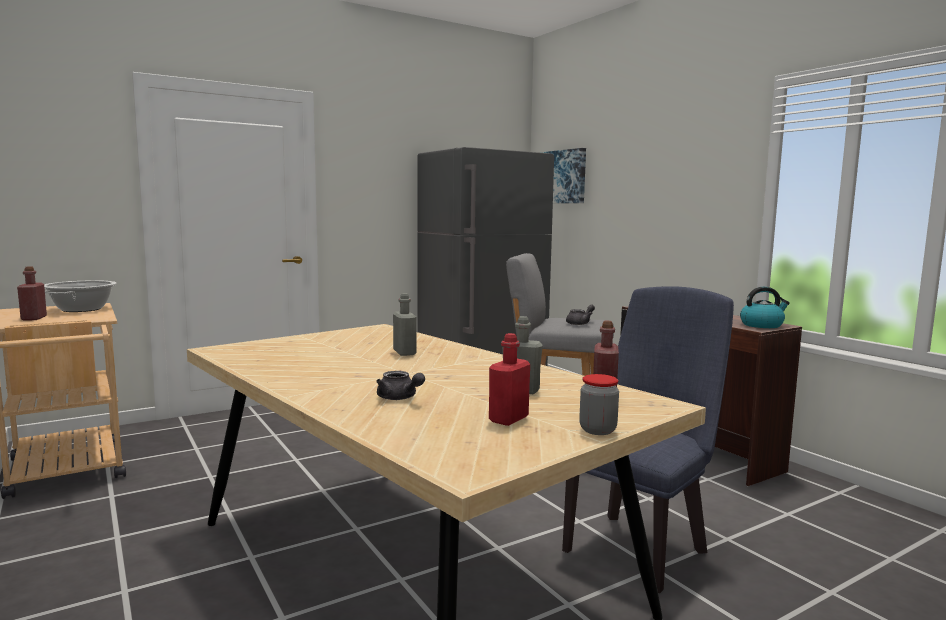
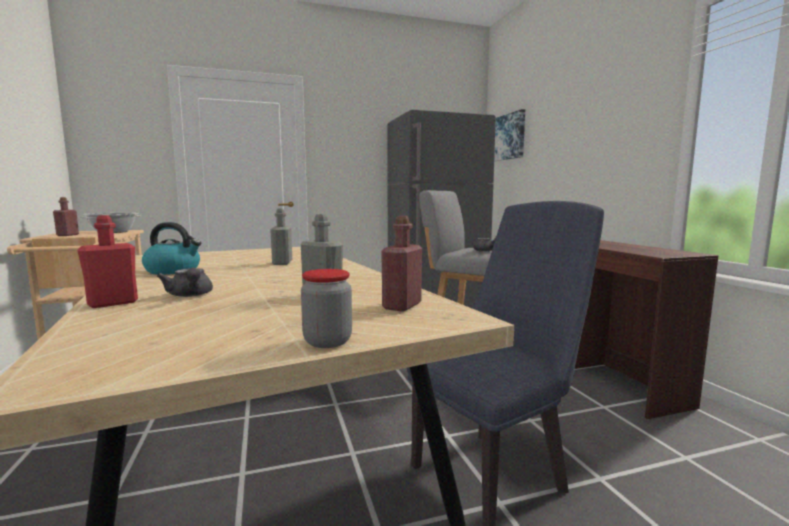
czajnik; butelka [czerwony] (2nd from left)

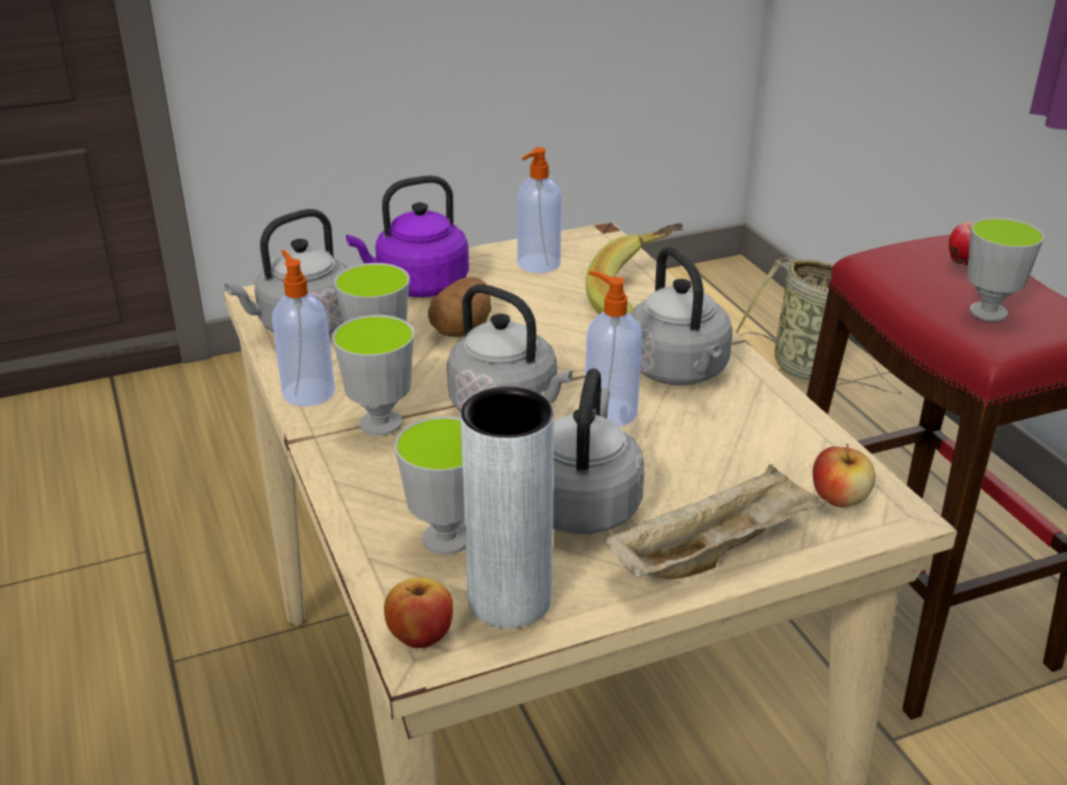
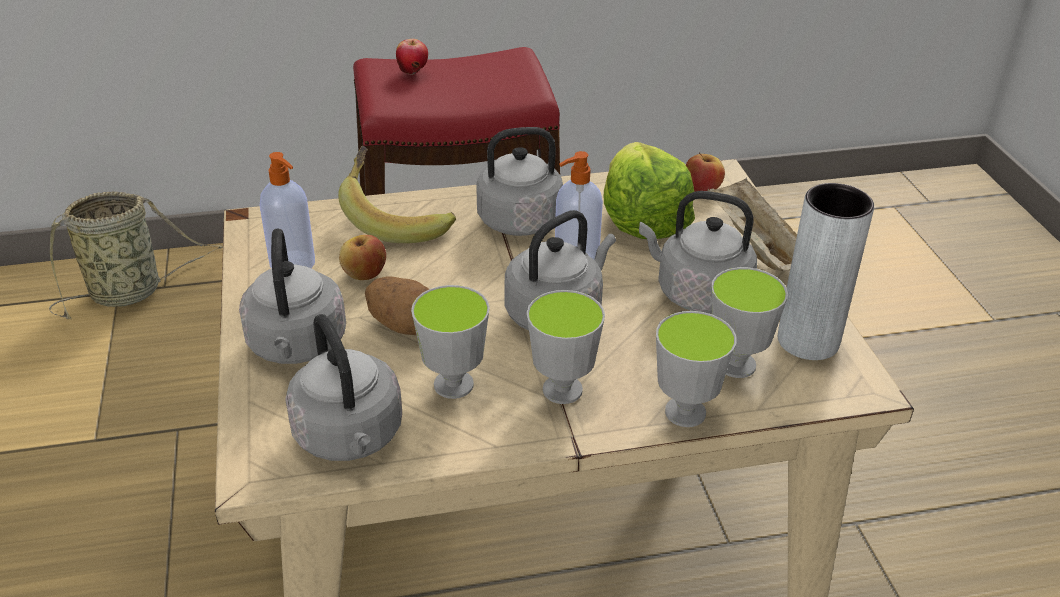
czajnik [szary] (1st from left); filiżanka (3rd from left); dozownik mydła (1st from left in the first image); jabłko (1st from left); sałata

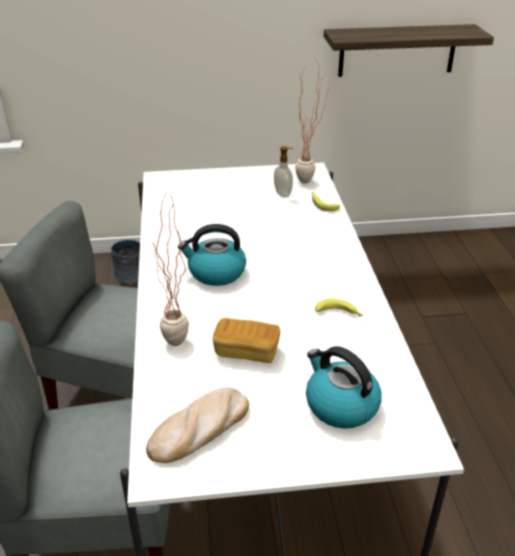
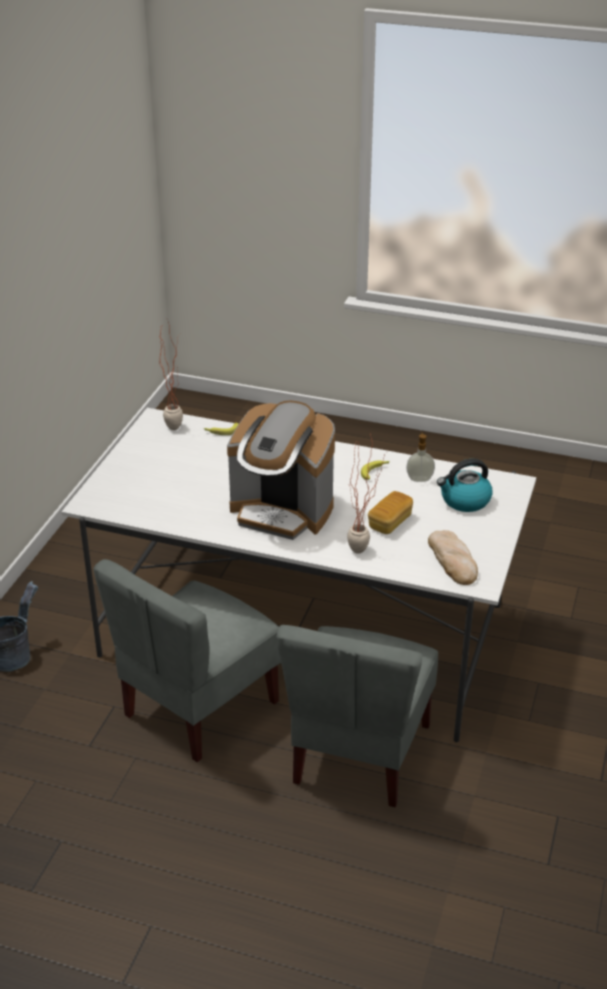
półka; dozownik mydła; ekspres do kawy

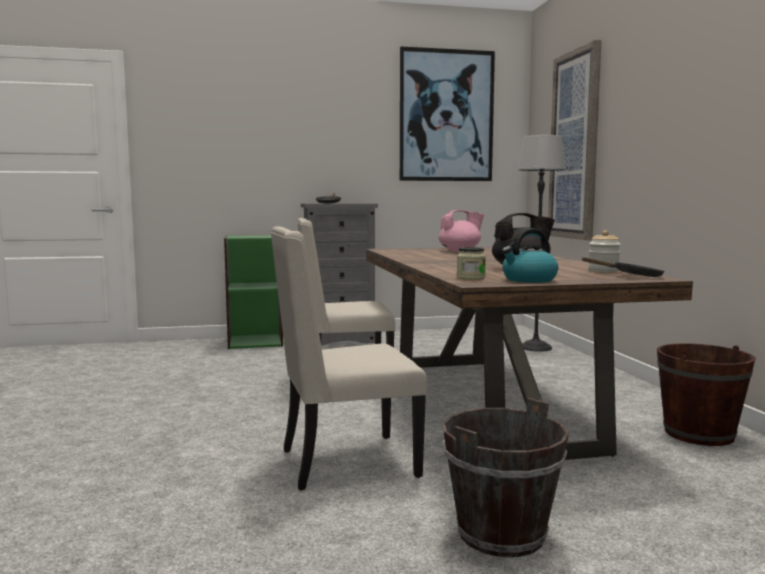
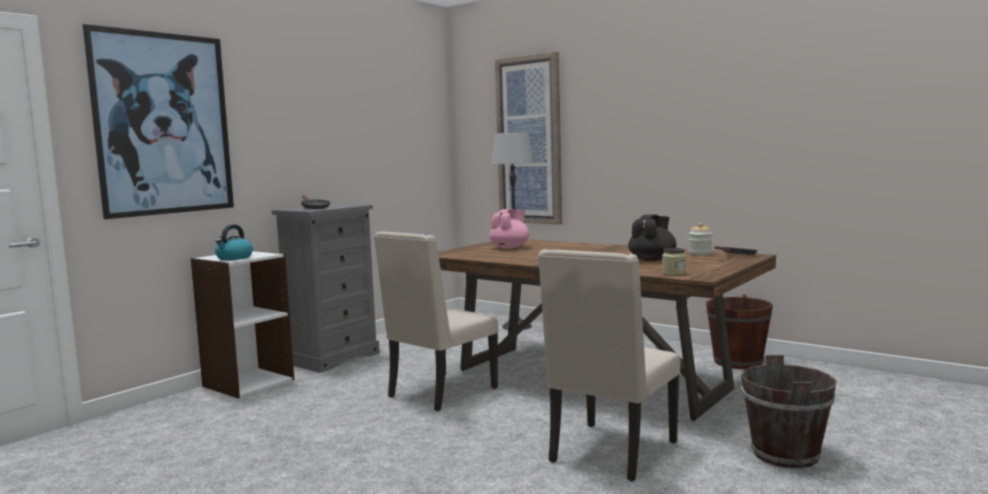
obraz (1st from left); czajnik; regał [biały]

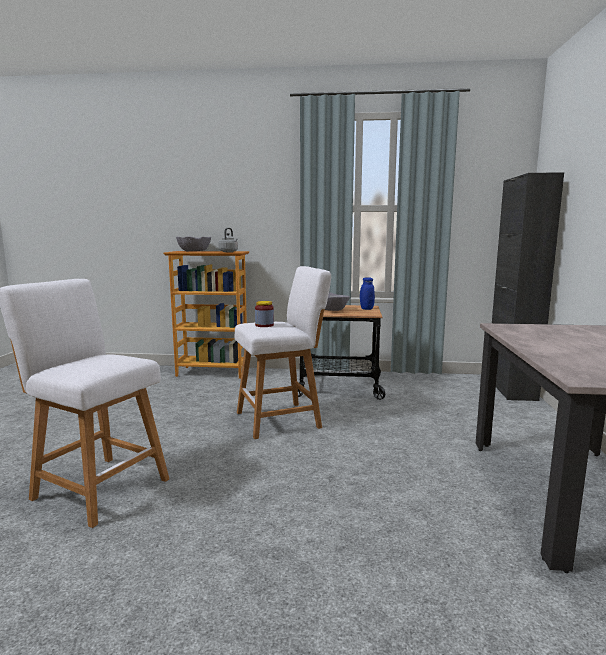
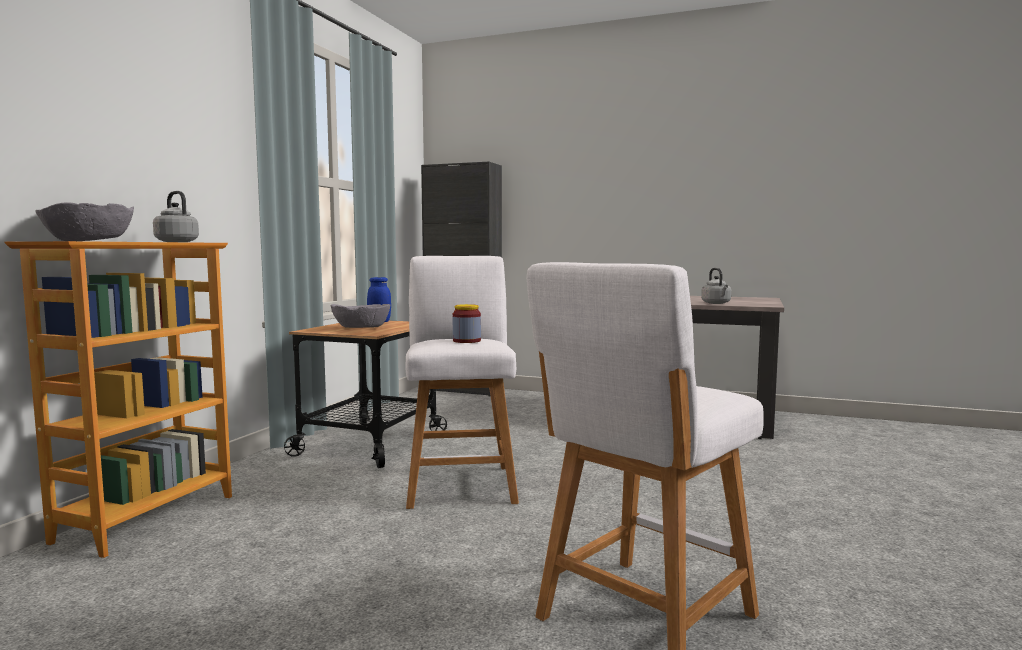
czajnik [szary] (2nd from left)

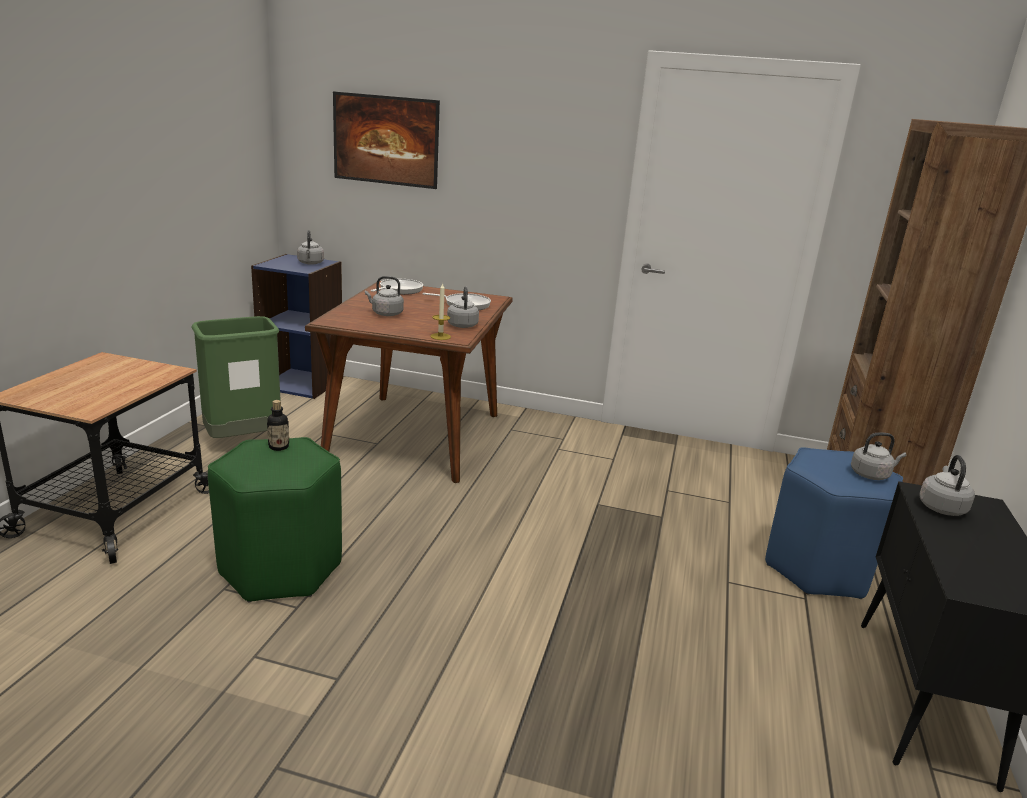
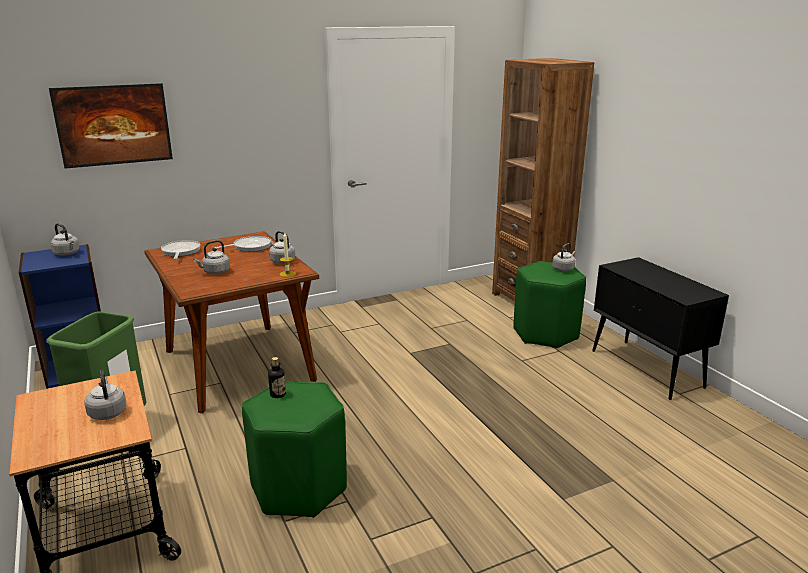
stołek [zielony] (2nd from left); czajnik [szary] (2nd from left)

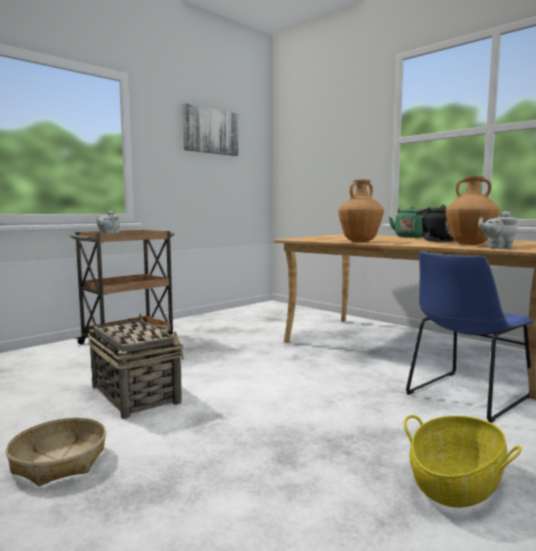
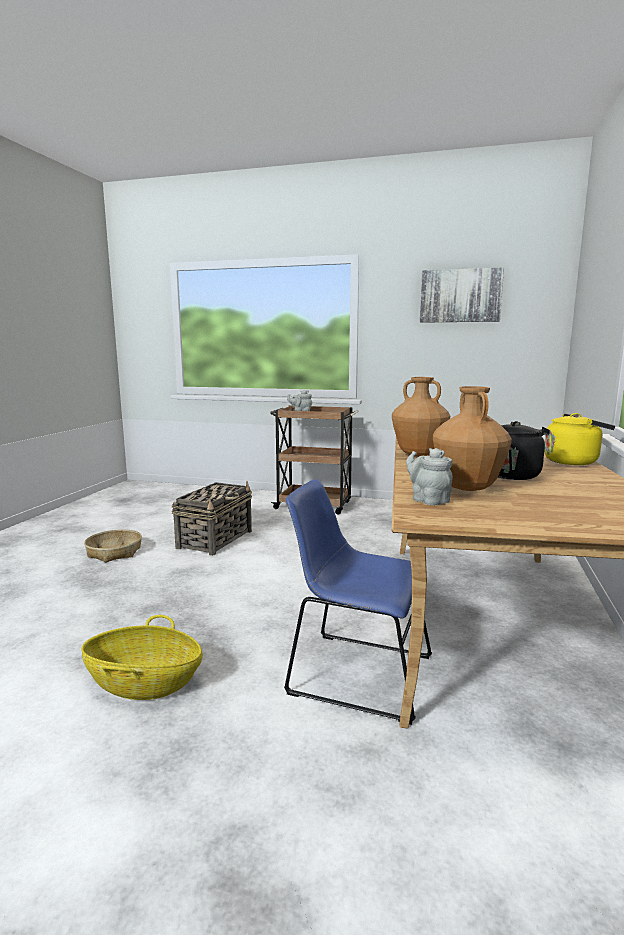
czajnik [żółty]

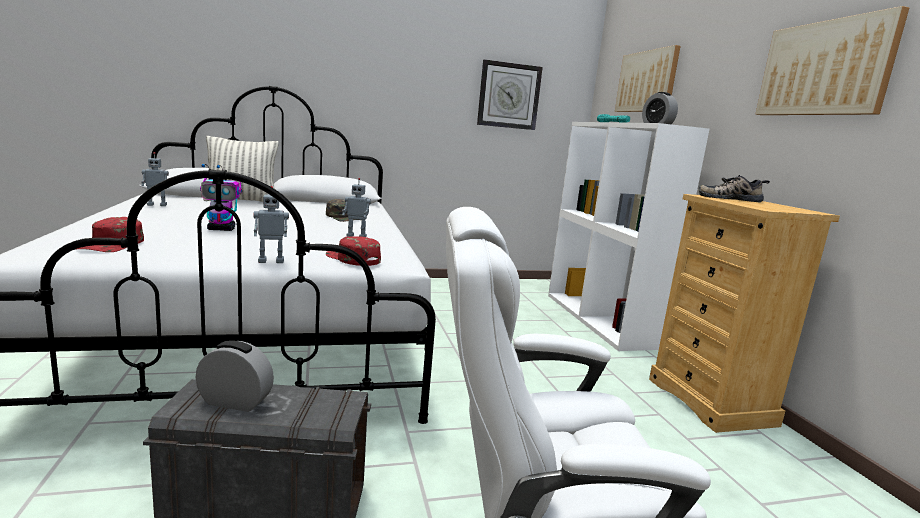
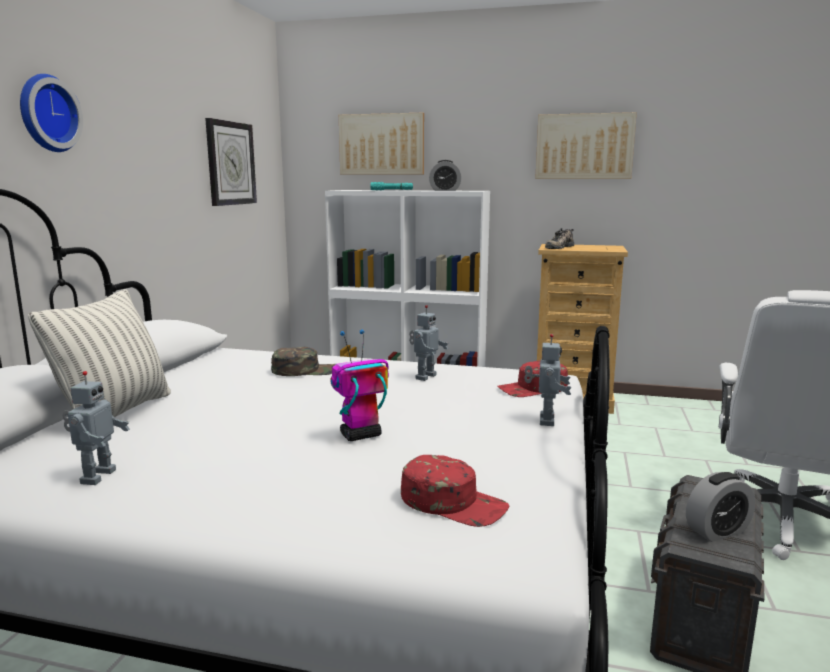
robot zabawkowy (2nd from left); budzik (2nd from left); zegar ścienny (1st from left)

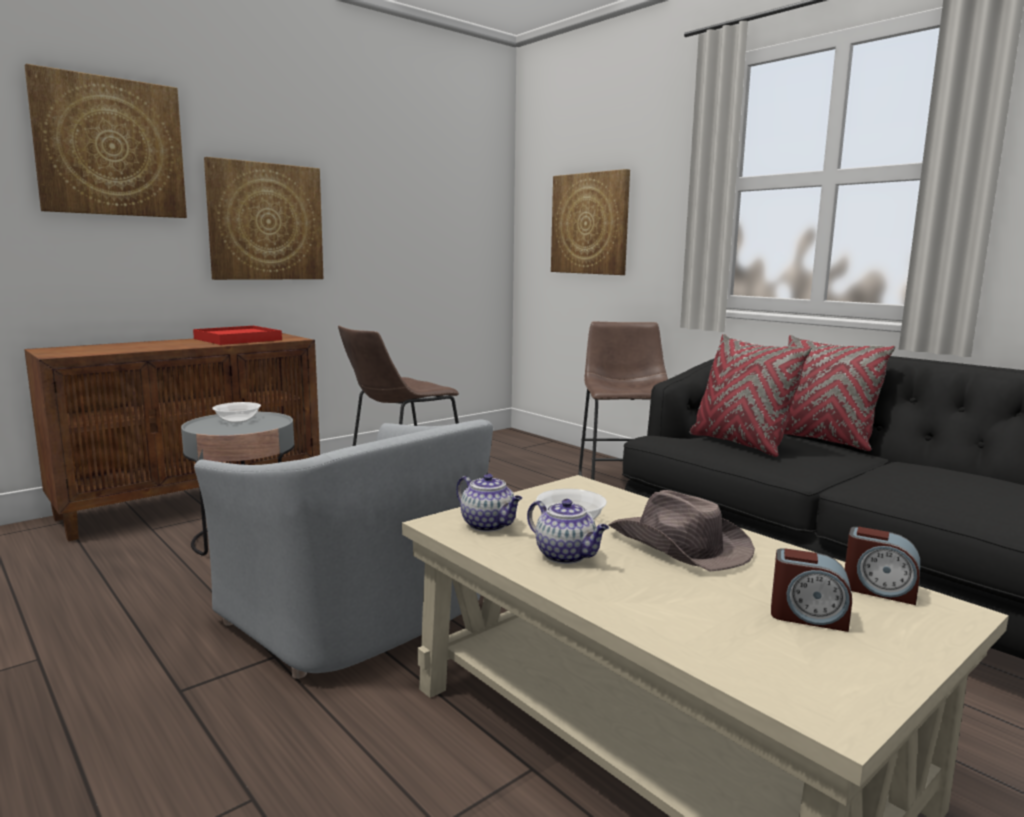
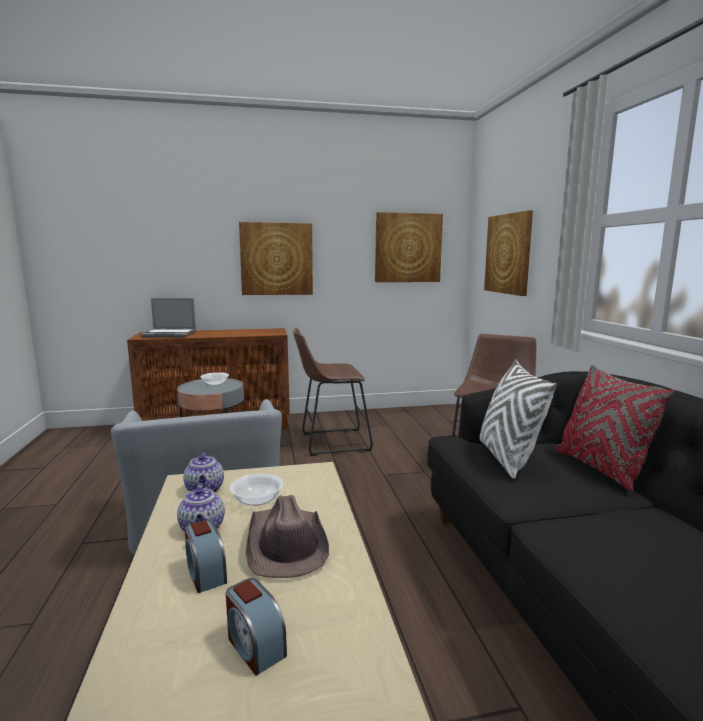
obraz (2nd from left); taca [czerwony]; poduszka [biały]; budzik (1st from left); laptop

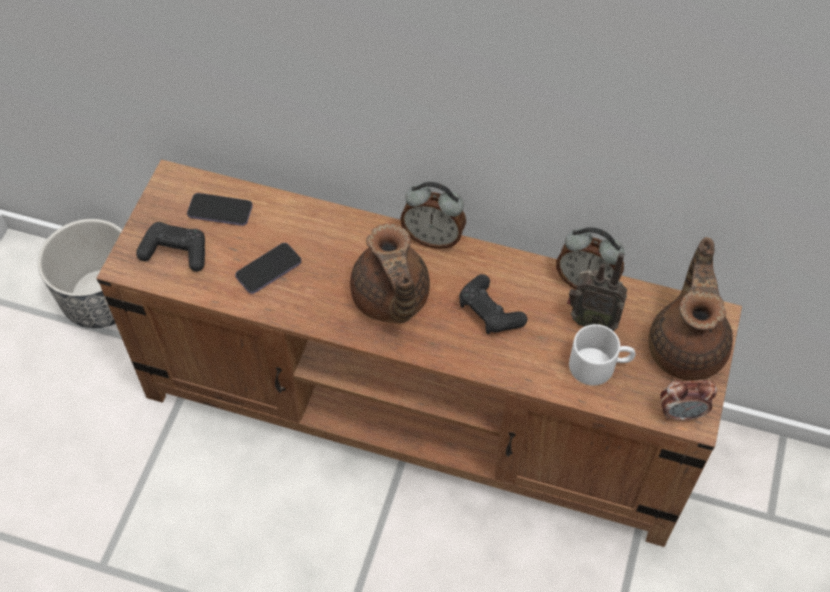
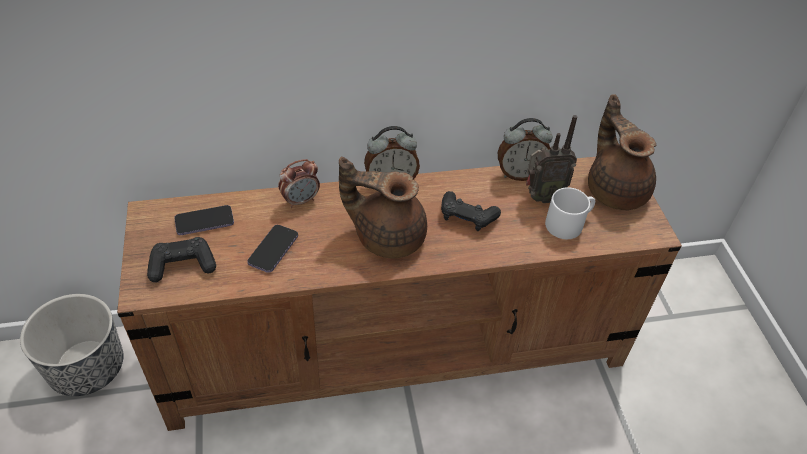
imbryk [brązowy] (1st from left); budzik (1st from left)

